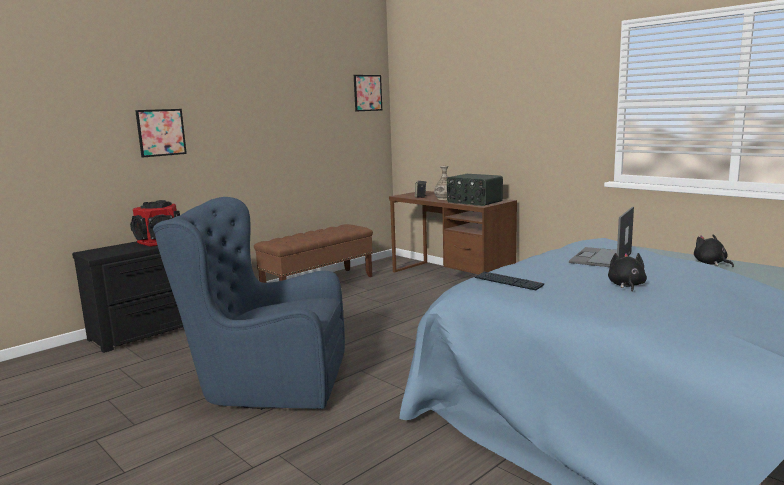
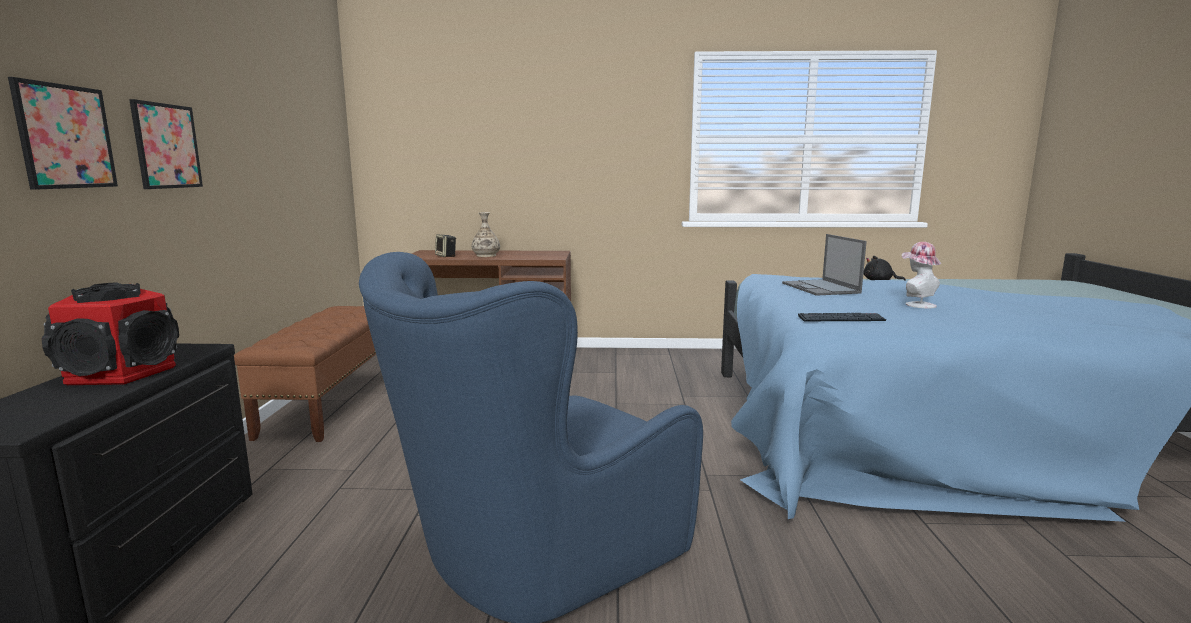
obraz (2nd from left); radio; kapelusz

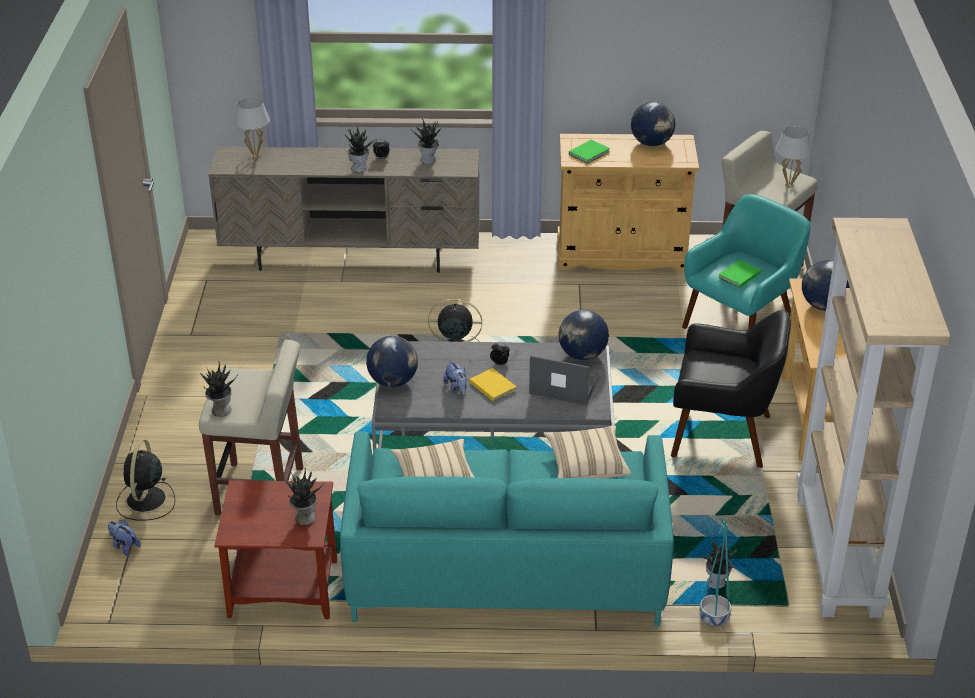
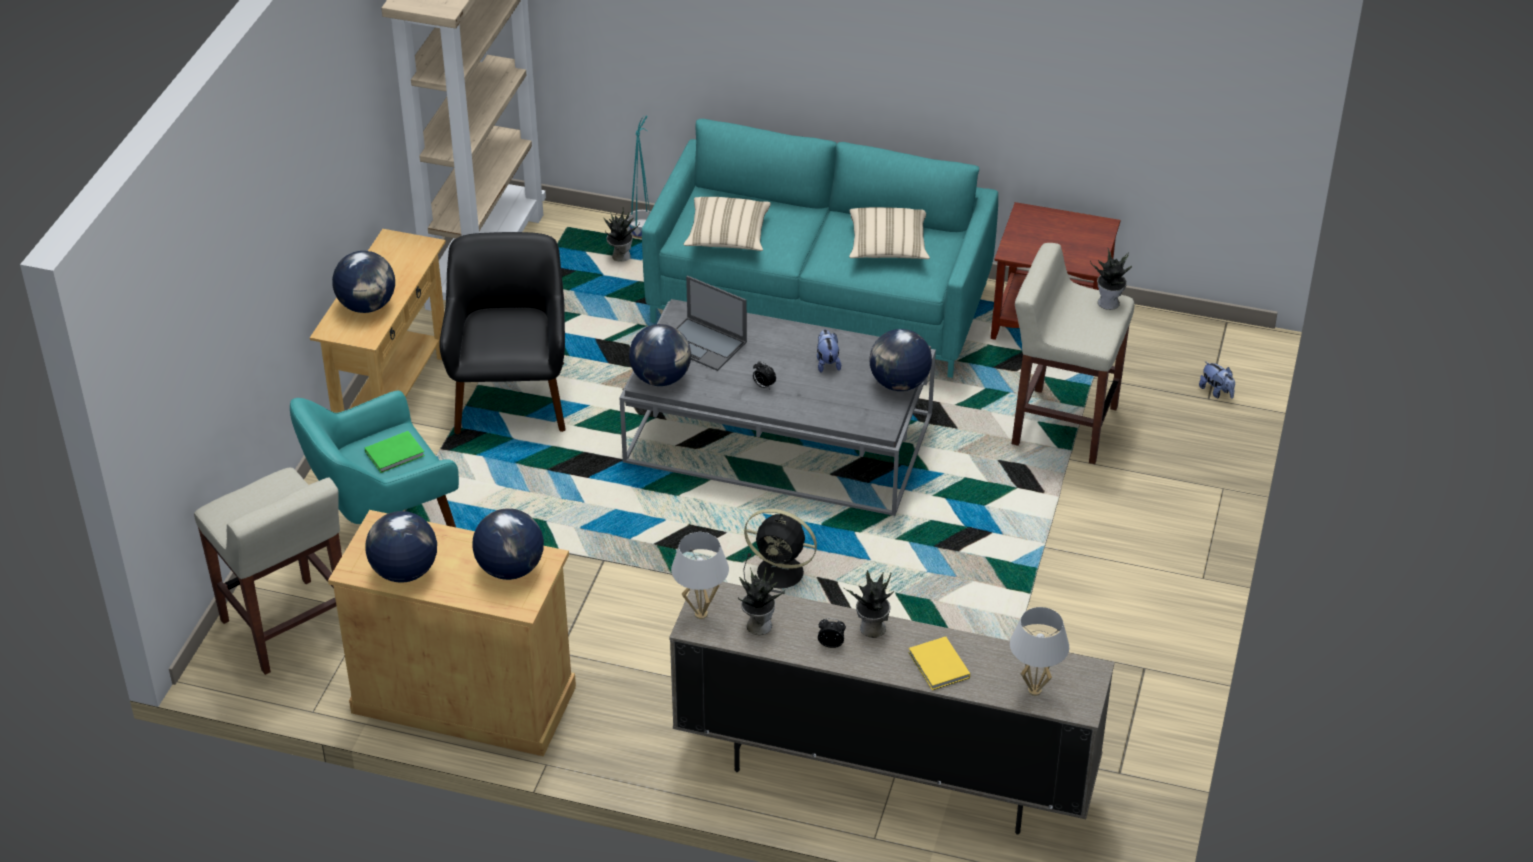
lampa stołowa [biały] (1st from left); globus (3rd from left); fotel [czarny]; książka [żółty]; wentylator [czarny] (1st from left in the first image); roślina doniczkowa (2nd from left in the first image)

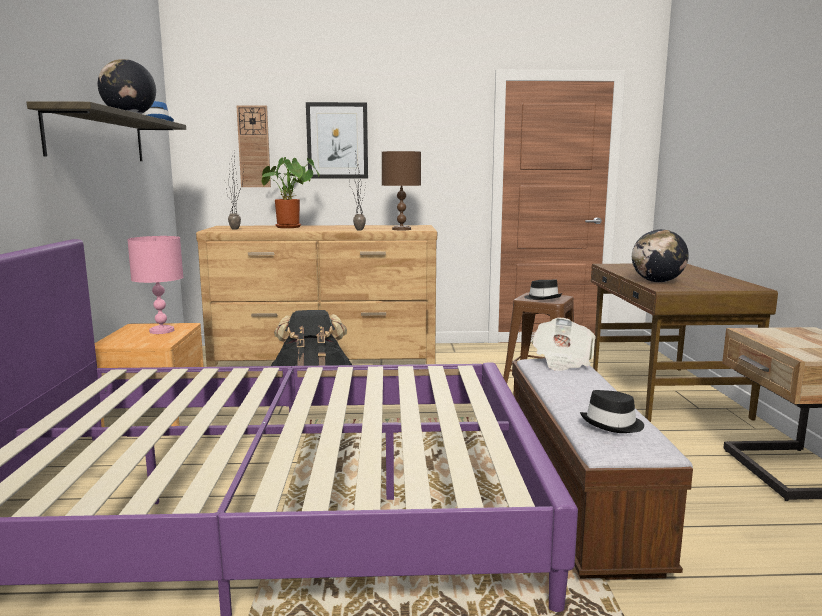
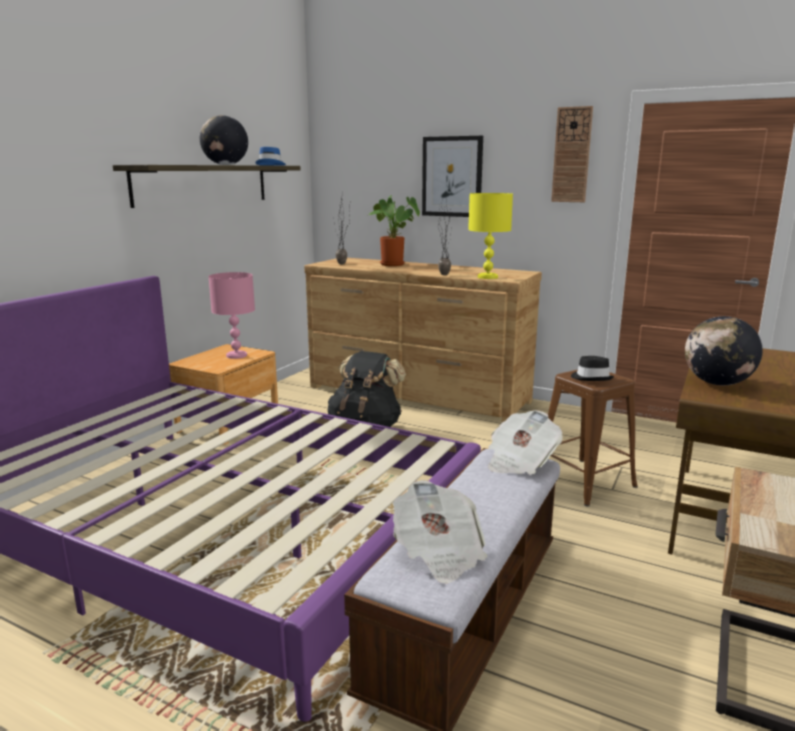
zegar ścienny; lampa stołowa [żółty]; gazeta (1st from left)

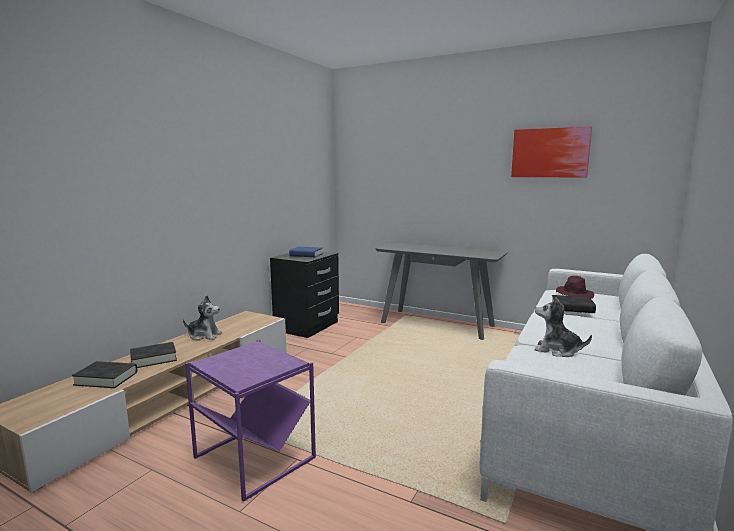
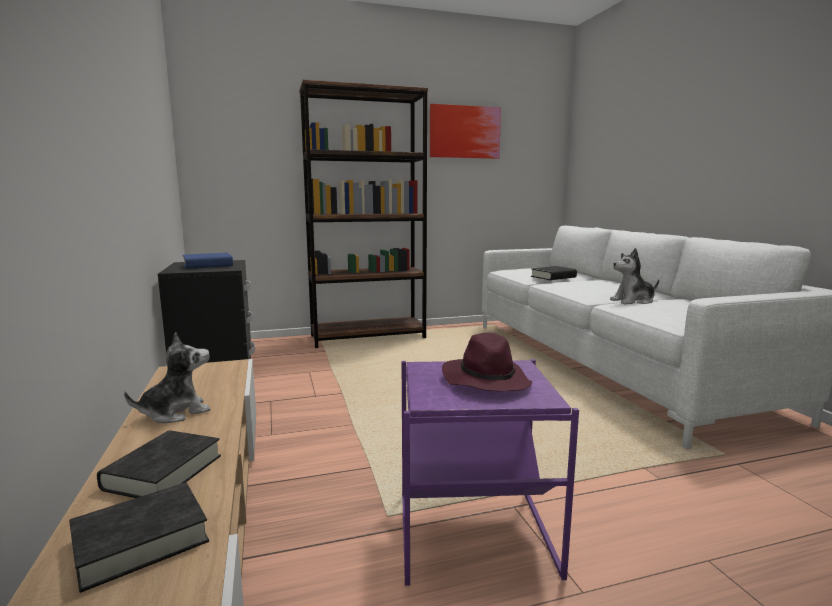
regał [brązowy]; kapelusz [fioletowy]

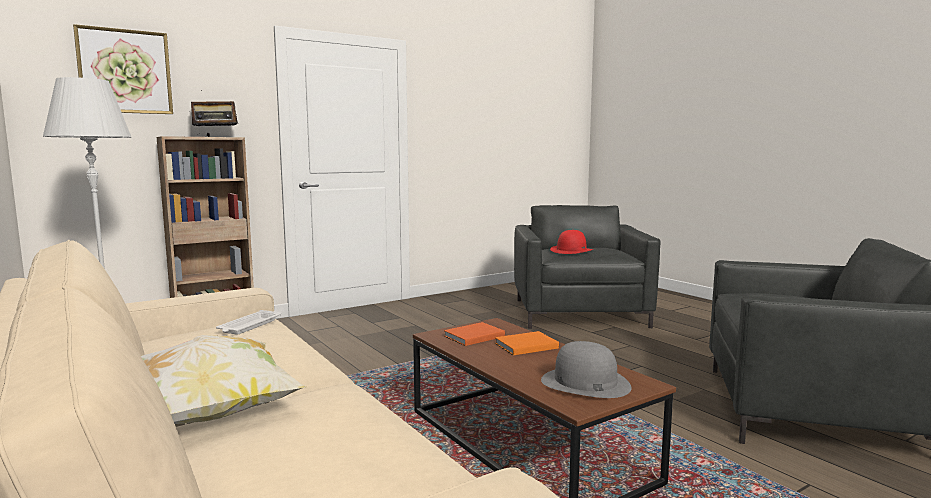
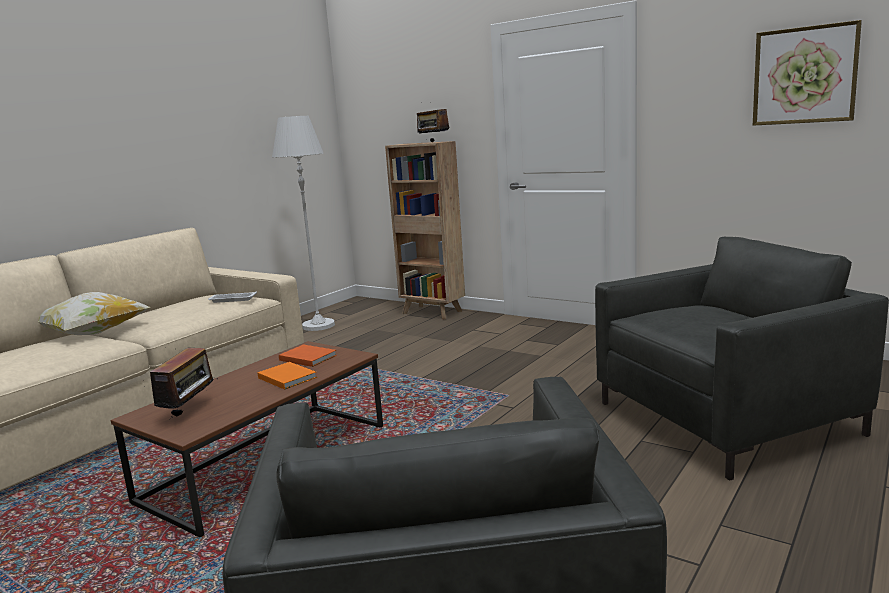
obraz; kapelusz [czerwony]; radio (1st from left)

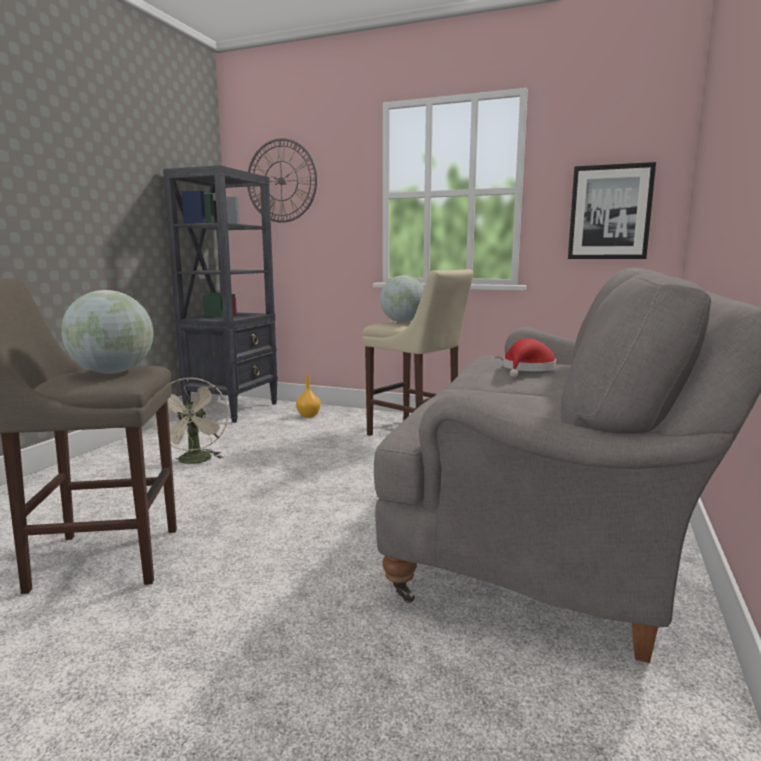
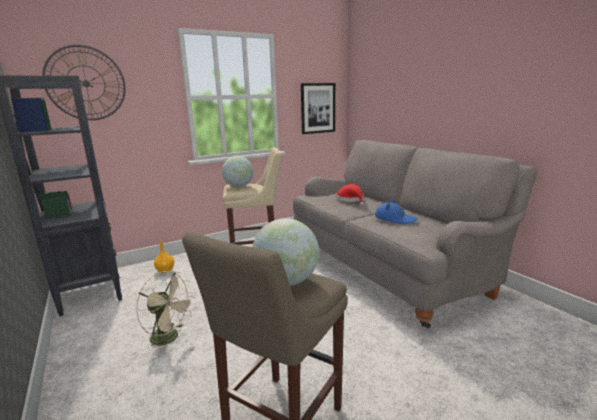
kapelusz [niebieski]

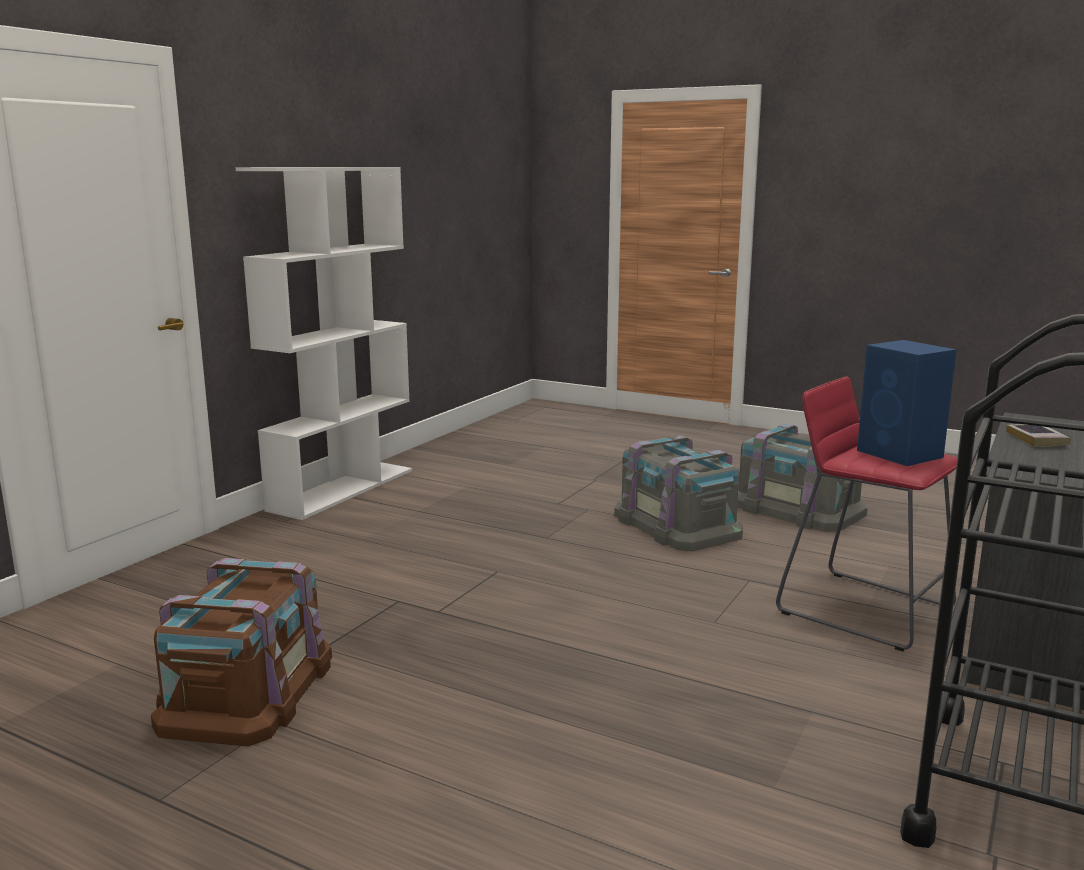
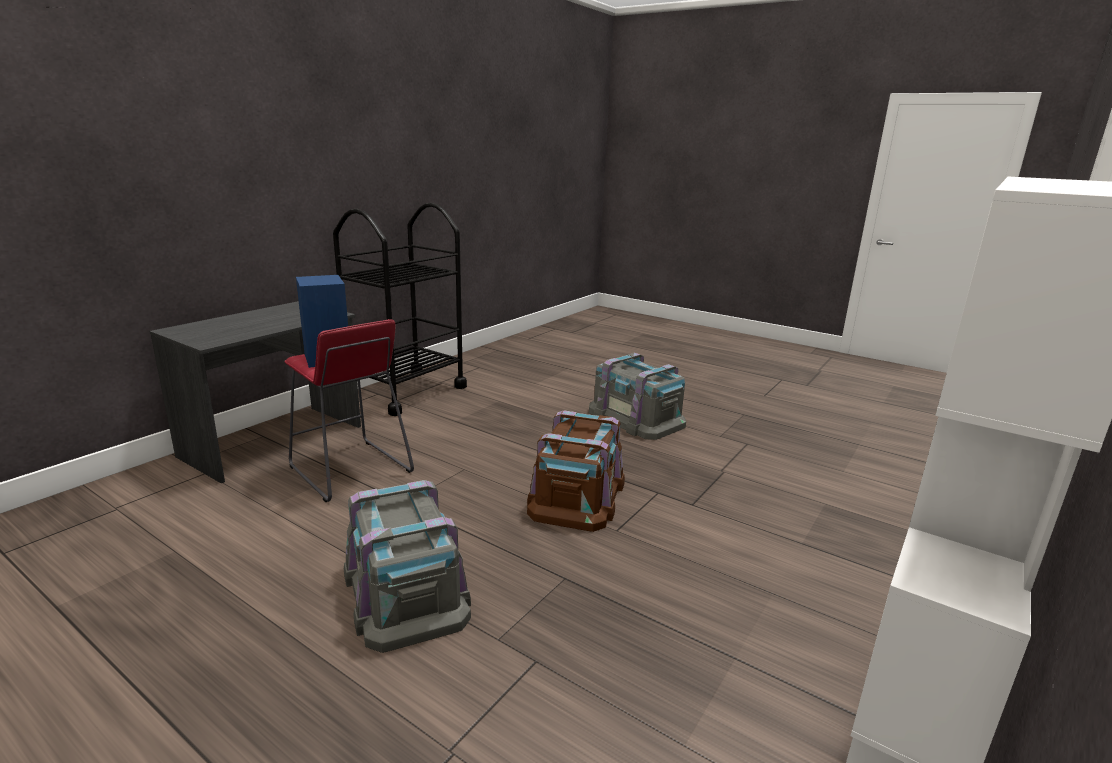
pojemnik do przechowywania [szary] (2nd from left); książka; pojemnik do przechowywania [brązowy]

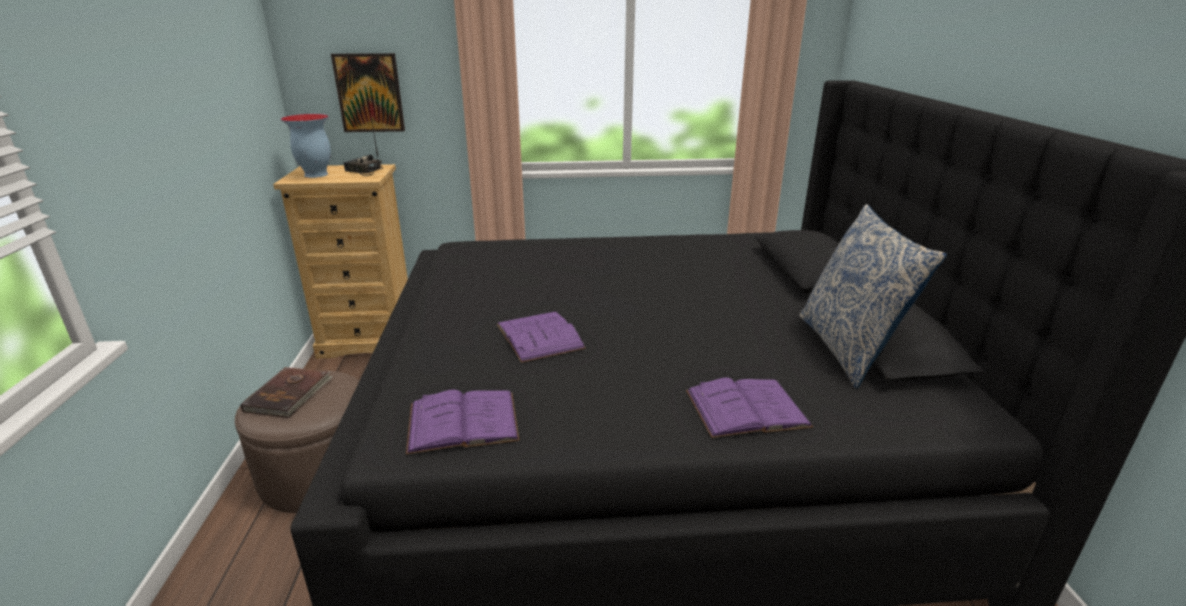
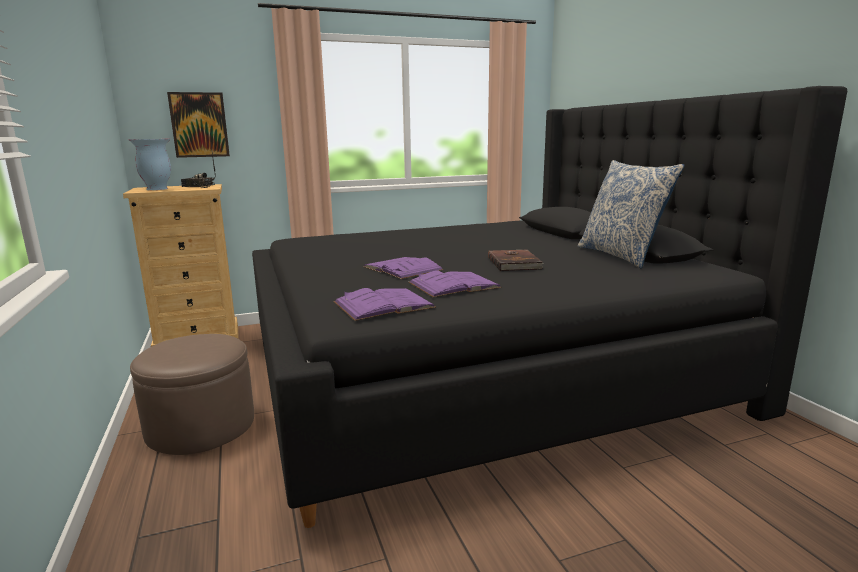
książka [brązowy]; książka [fioletowy] (3rd from left)

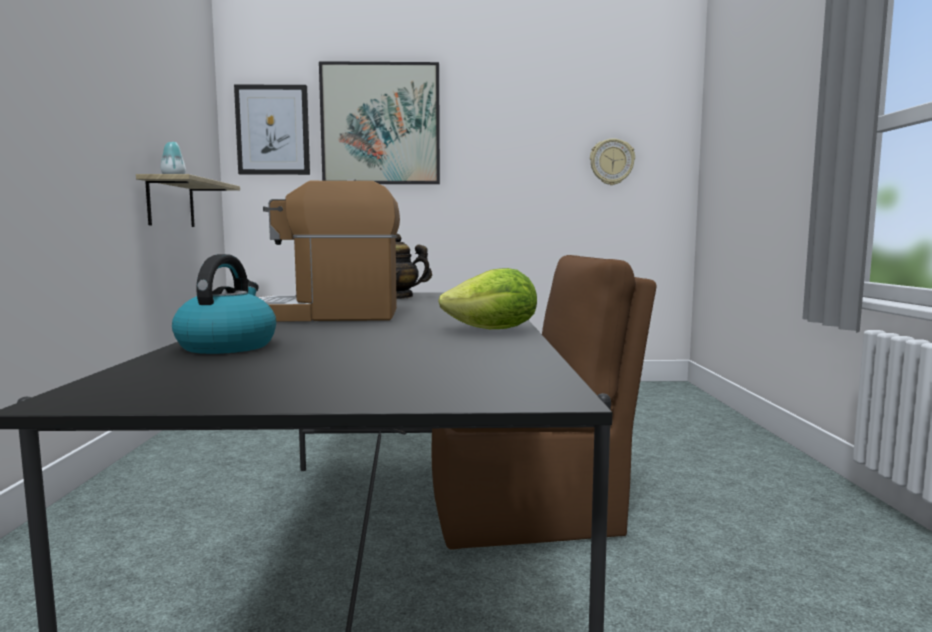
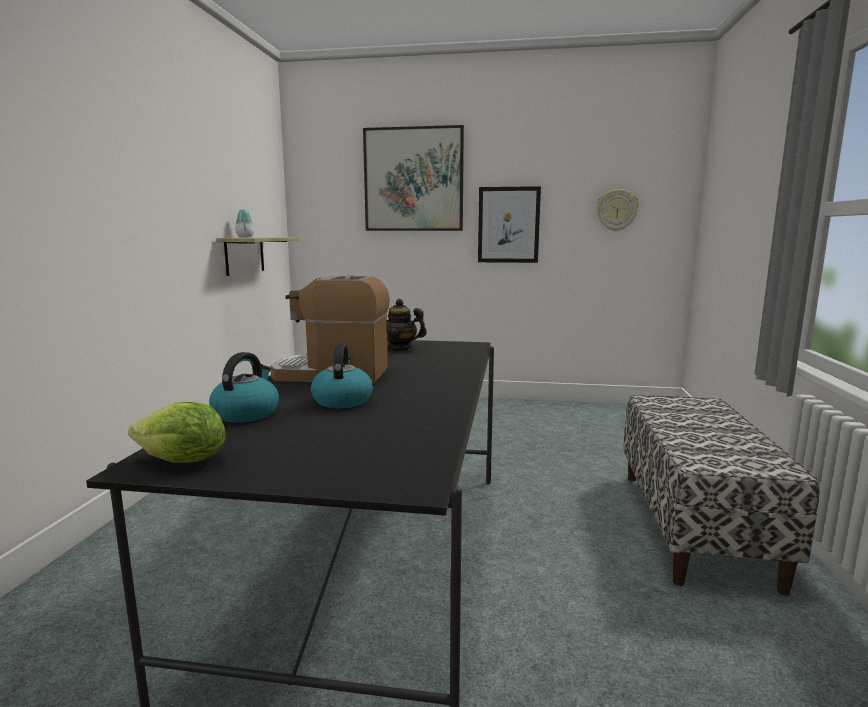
obraz (2nd from left); krzesło [brązowy]; sałata; czajnik (2nd from left); ławka

